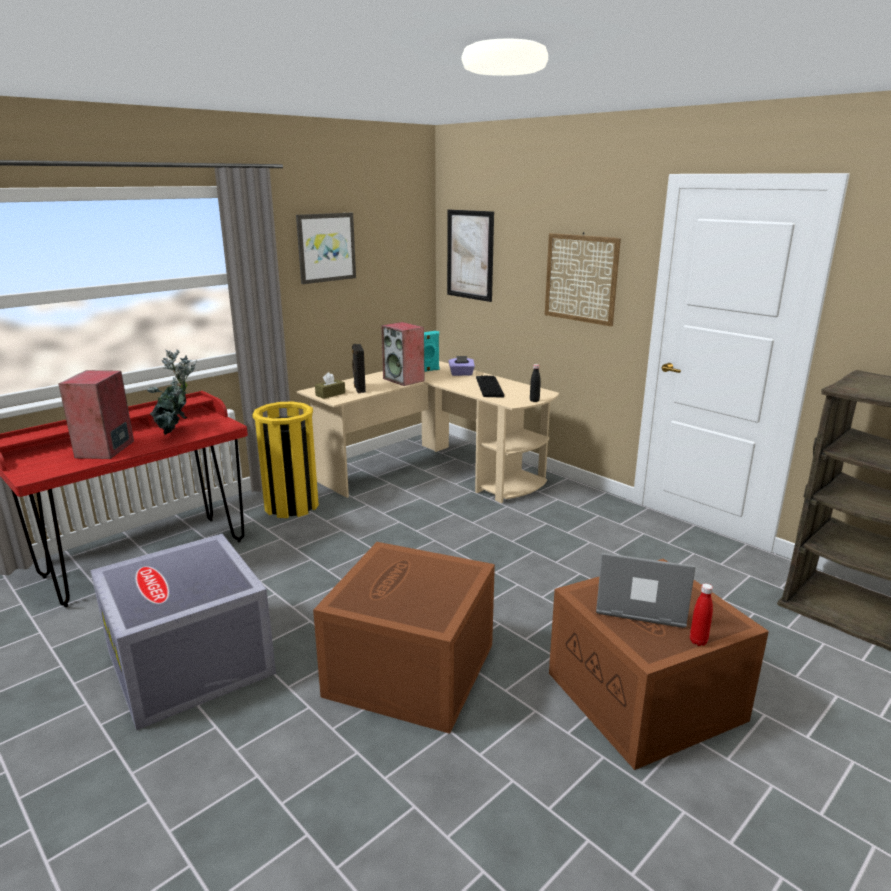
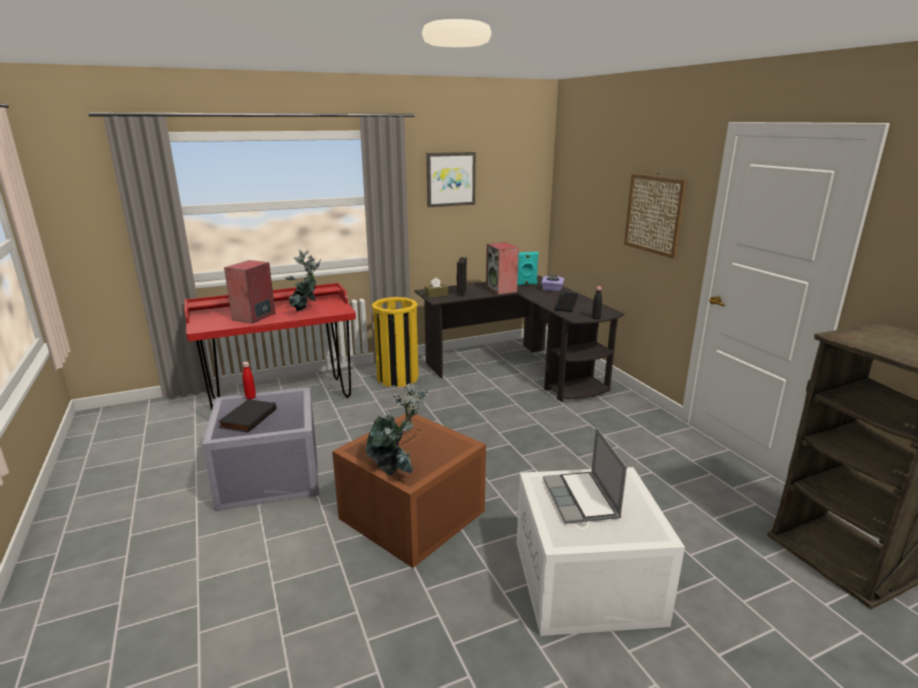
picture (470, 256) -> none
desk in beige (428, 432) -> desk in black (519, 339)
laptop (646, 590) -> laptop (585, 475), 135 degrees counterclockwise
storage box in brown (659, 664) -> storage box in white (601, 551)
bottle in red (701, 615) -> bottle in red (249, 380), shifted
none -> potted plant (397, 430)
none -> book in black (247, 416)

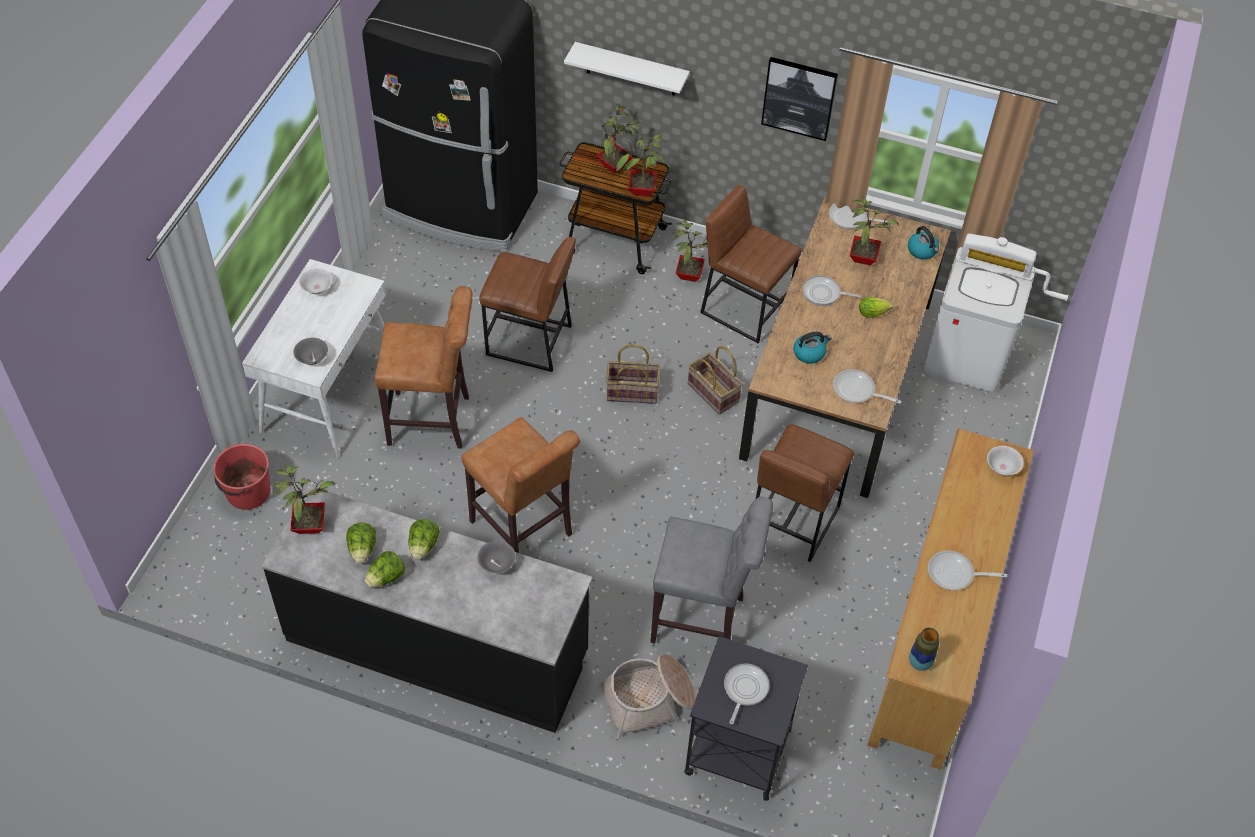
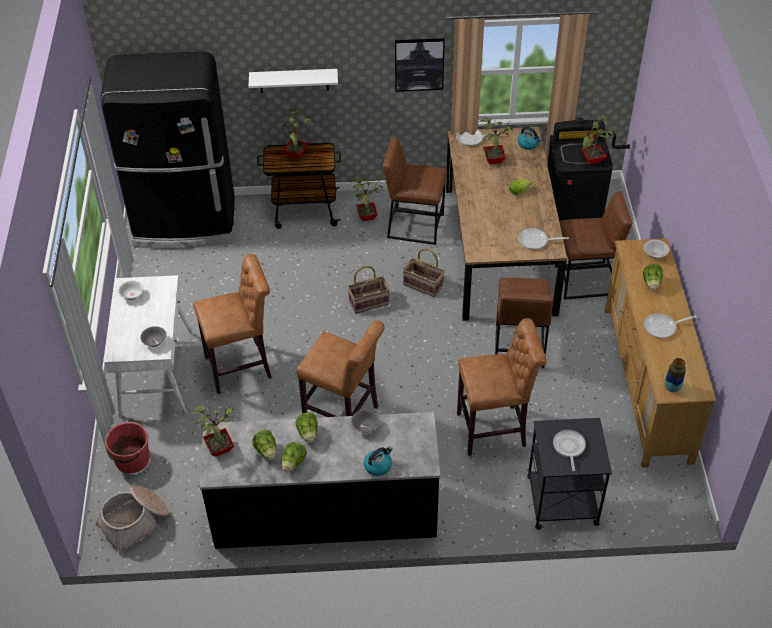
potted plant (640, 164) -> potted plant (599, 140), shifted
washing machine in white (996, 313) -> washing machine in black (588, 169)
chair in brown (527, 304) -> chair in brown (593, 245), shifted
frying pan (831, 291) -> none
kettle (812, 348) -> kettle (378, 461), shifted
stool in grey (711, 570) -> stool in brown (501, 387)
basket (648, 696) -> basket (132, 520), shifted
none -> lettuce (653, 277)

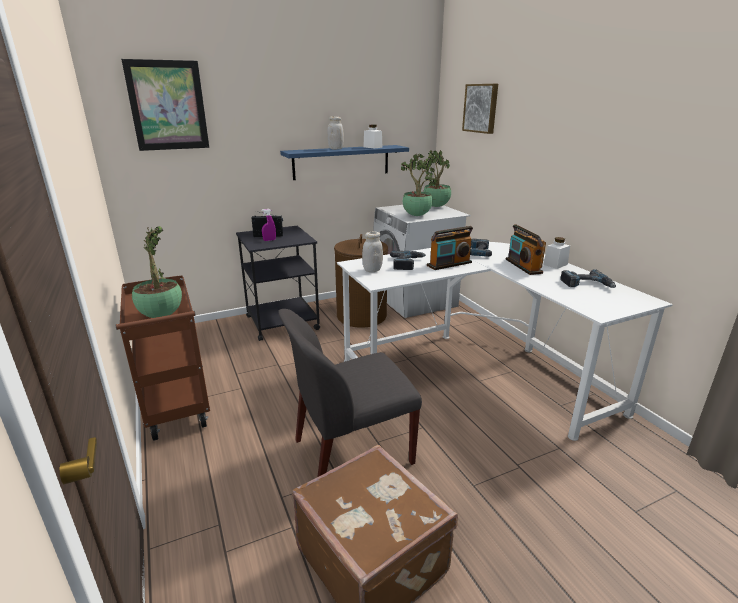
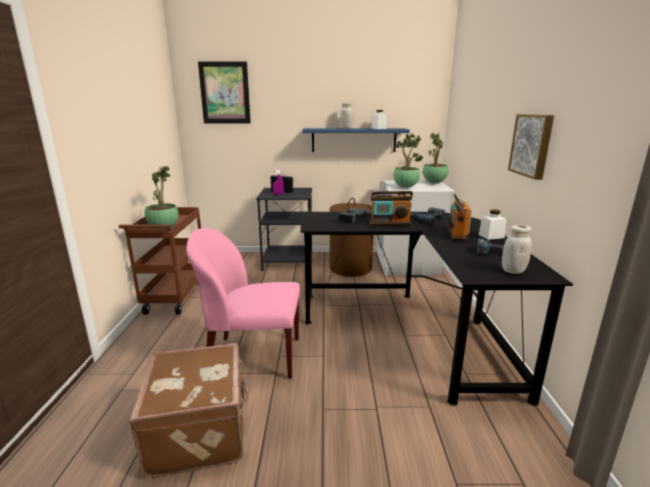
picture (480, 109) -> picture (531, 147), shifted
jar in white (372, 252) -> jar in white (517, 249), shifted
desk in white (505, 341) -> desk in black (436, 309)
chair in grey (350, 393) -> chair in pink (243, 303)

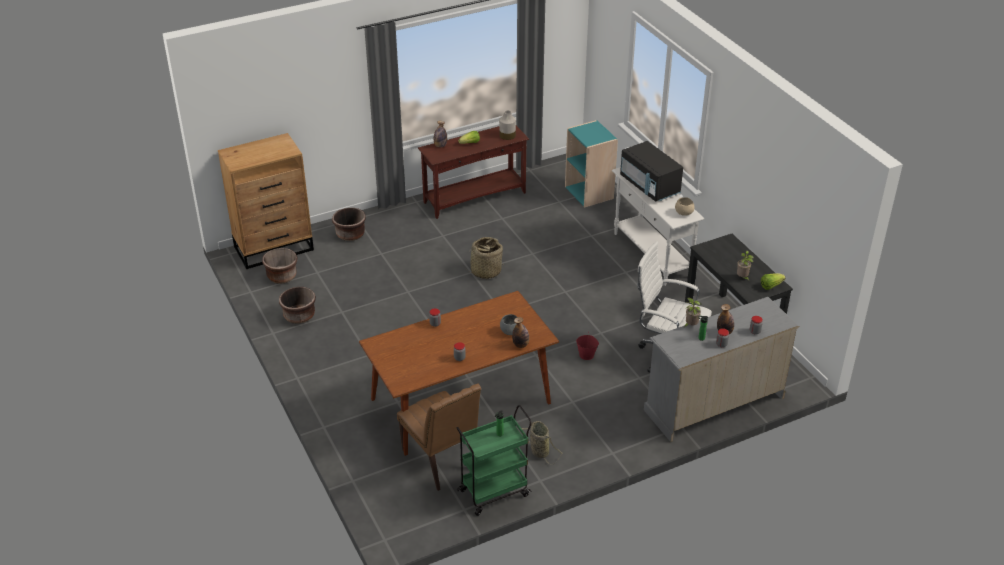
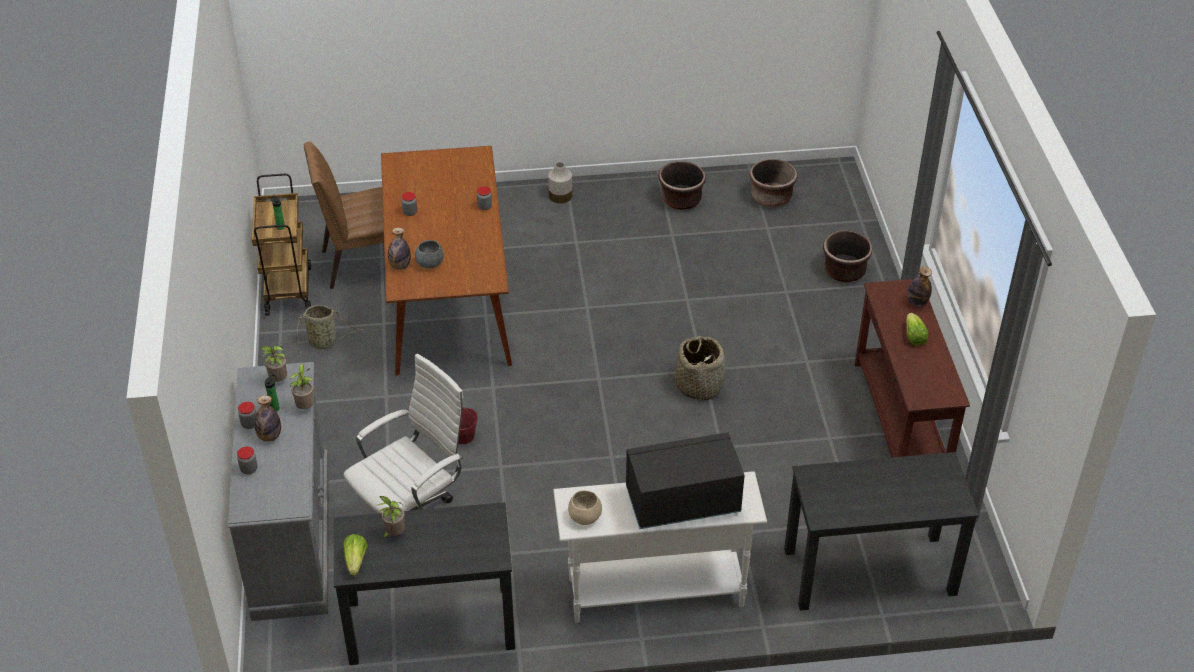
vase in beige (507, 125) -> vase in beige (560, 182), shifted
bookcase in turquoise (591, 163) -> desk in black (881, 531)
dresser in brown (266, 201) -> none
cart in green (494, 460) -> cart in brown (282, 245)
none -> potted plant (273, 364)

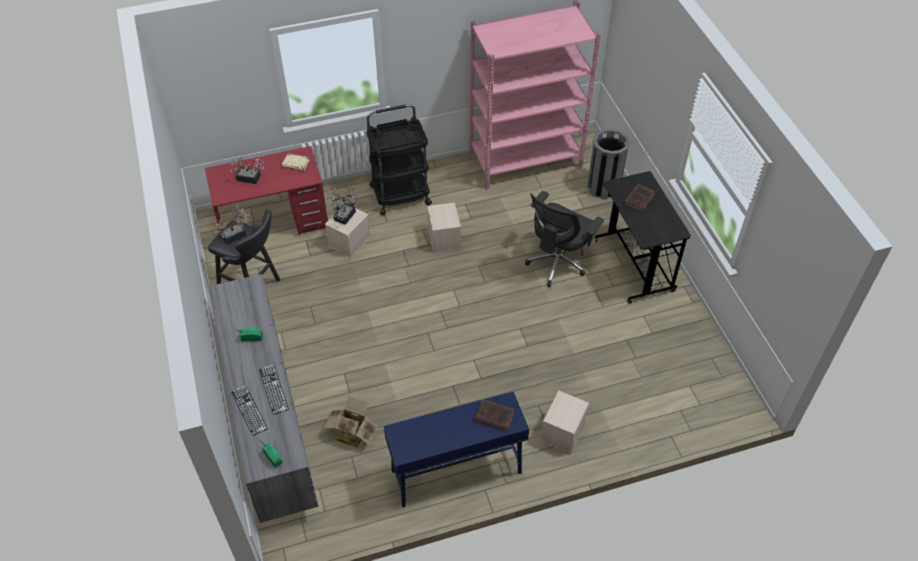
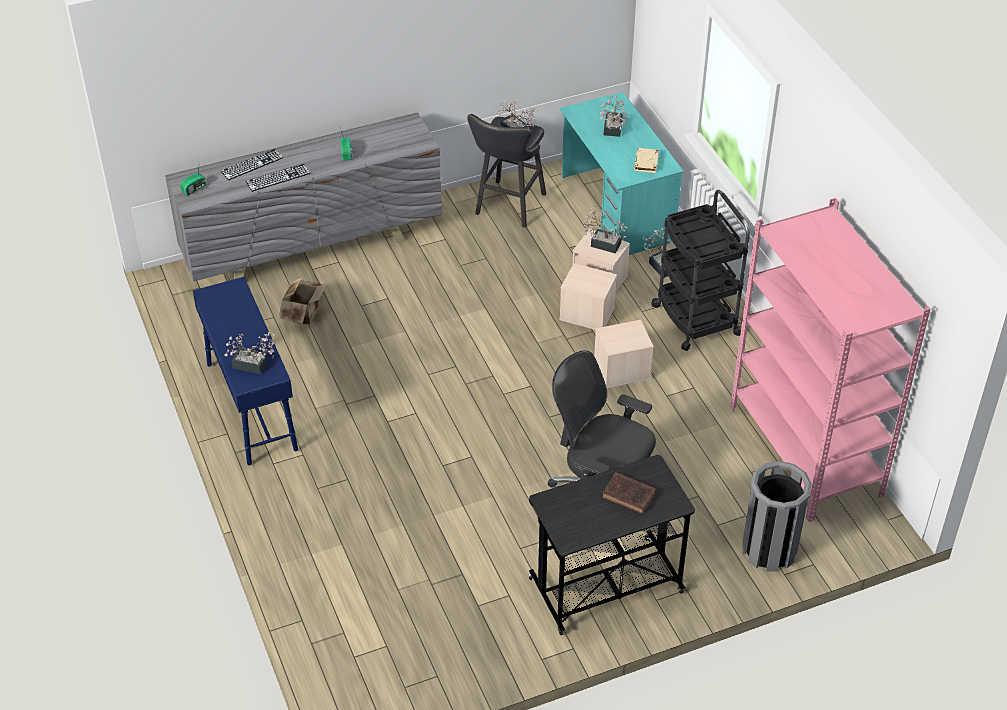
desk in red (266, 191) -> desk in turquoise (622, 173)
storage box in beige (564, 422) -> storage box in beige (588, 296), shifted
book in brown (495, 415) -> potted plant (249, 353)

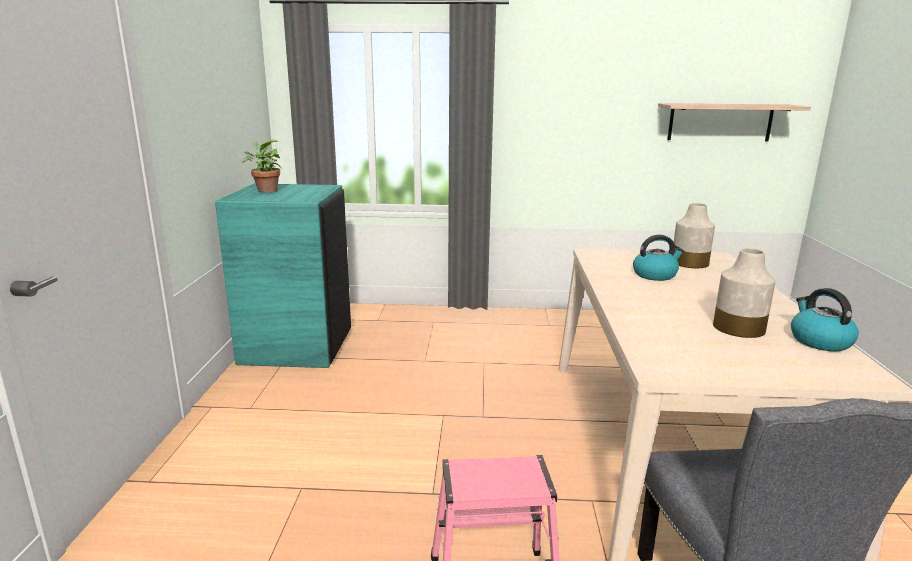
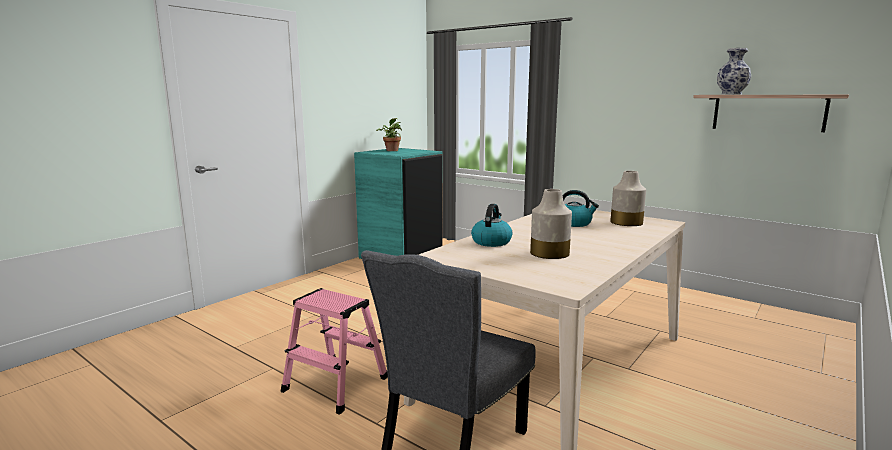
kettle (825, 319) -> kettle (492, 225), shifted
none -> vase (734, 71)

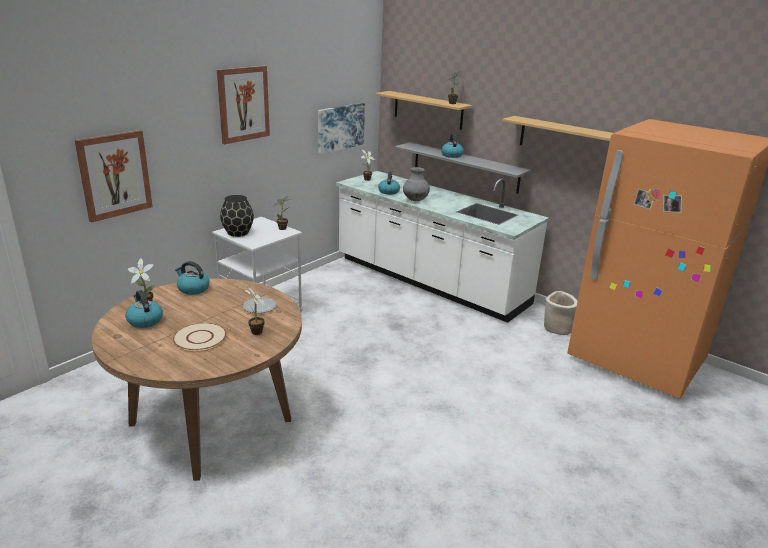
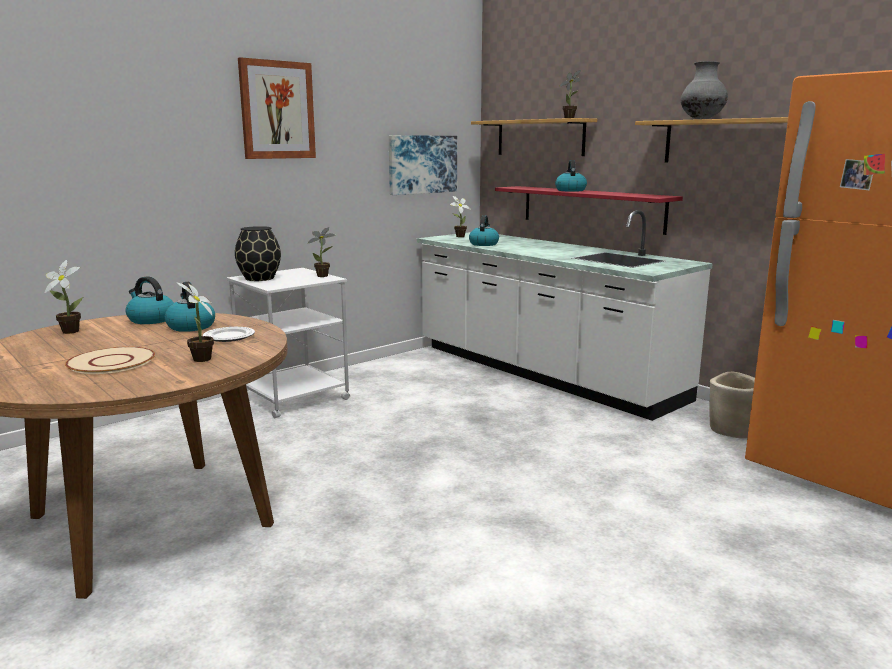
picture (113, 176) -> none
shelf in grey (463, 168) -> shelf in red (589, 210)
vase in grey (416, 184) -> vase in grey (704, 90), shifted
kettle (144, 309) -> kettle (190, 307), shifted

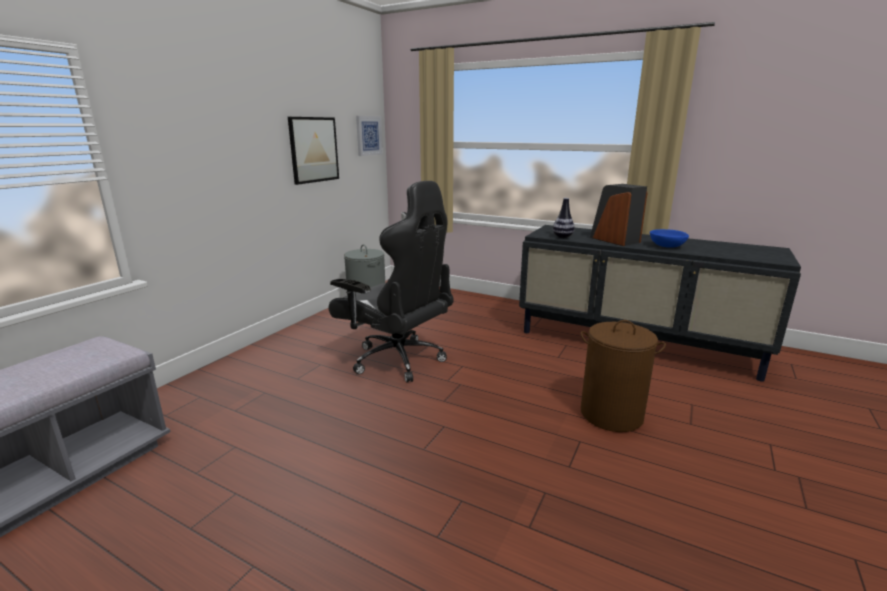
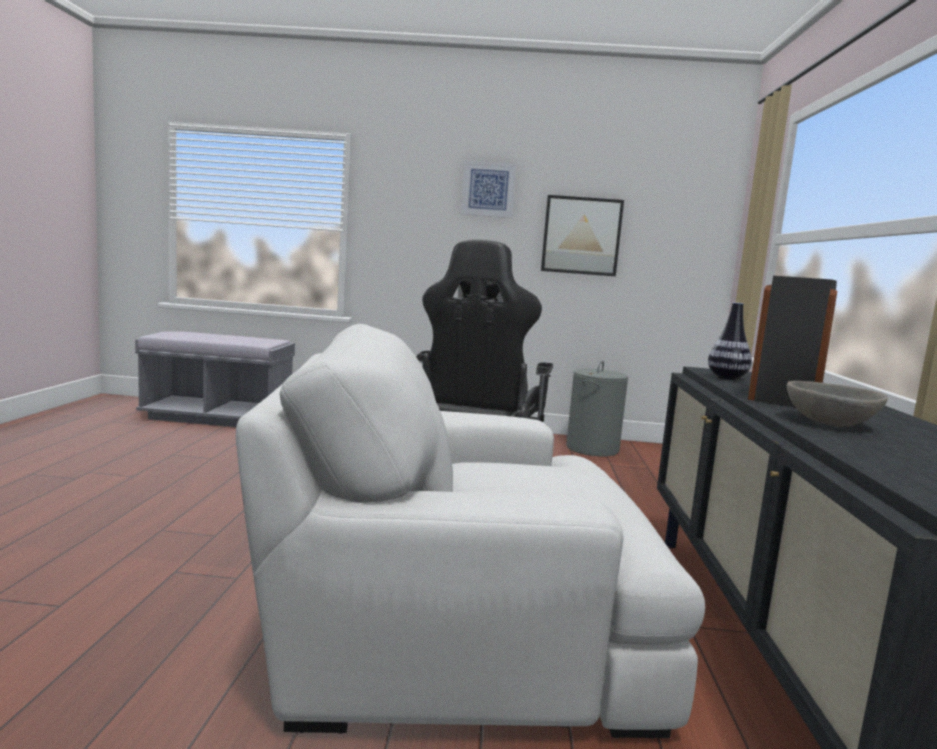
picture (369, 136) -> picture (489, 189), shifted
bowl in blue (669, 238) -> bowl in grey (837, 404)
laundry basket in brown (623, 376) -> armchair in white (470, 531)

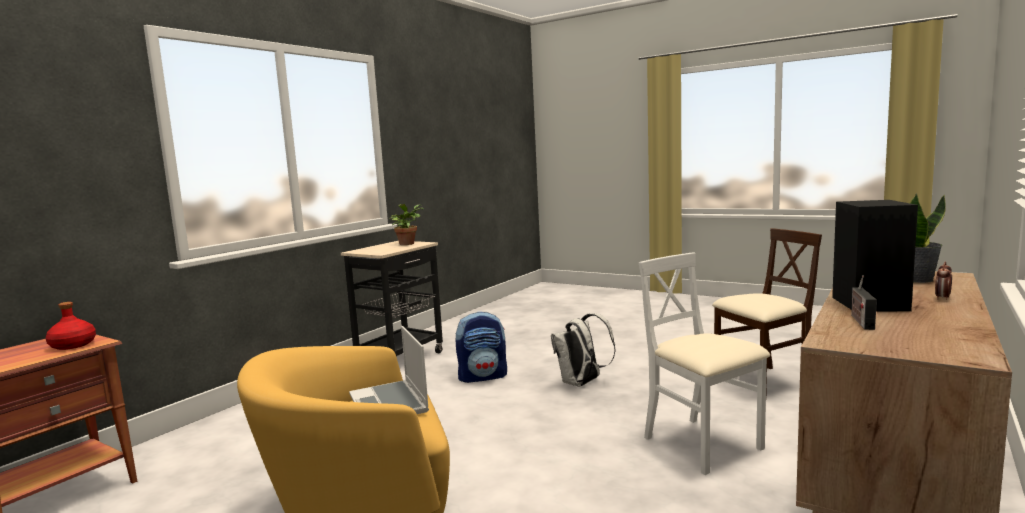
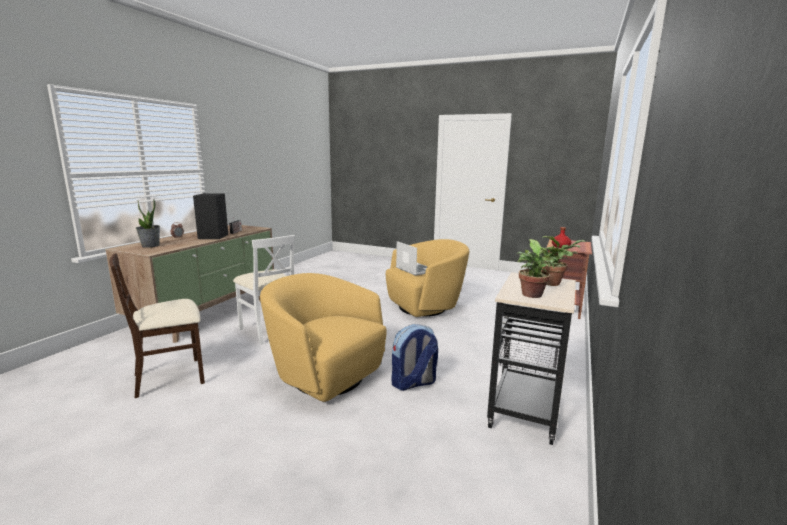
backpack in white (583, 350) -> armchair in yellow (323, 337)
none -> potted plant (559, 261)

